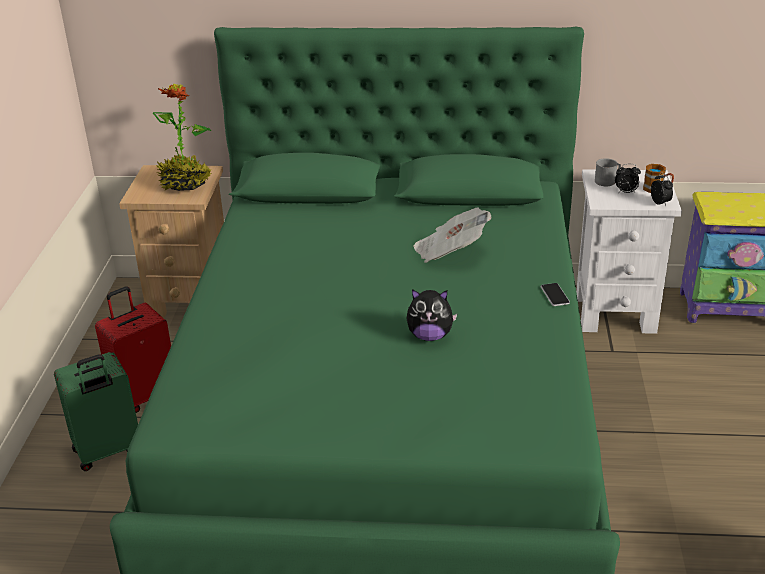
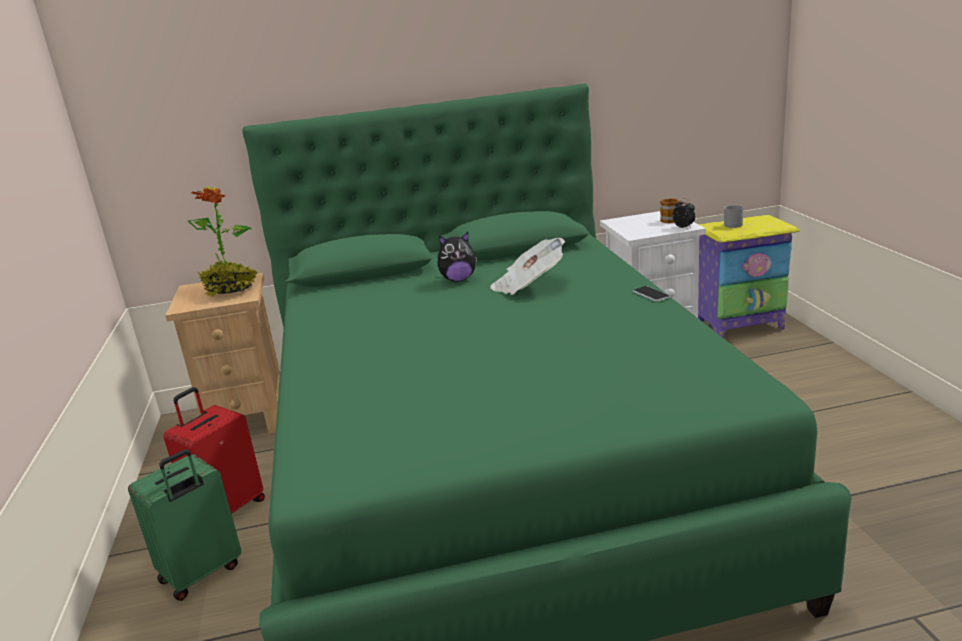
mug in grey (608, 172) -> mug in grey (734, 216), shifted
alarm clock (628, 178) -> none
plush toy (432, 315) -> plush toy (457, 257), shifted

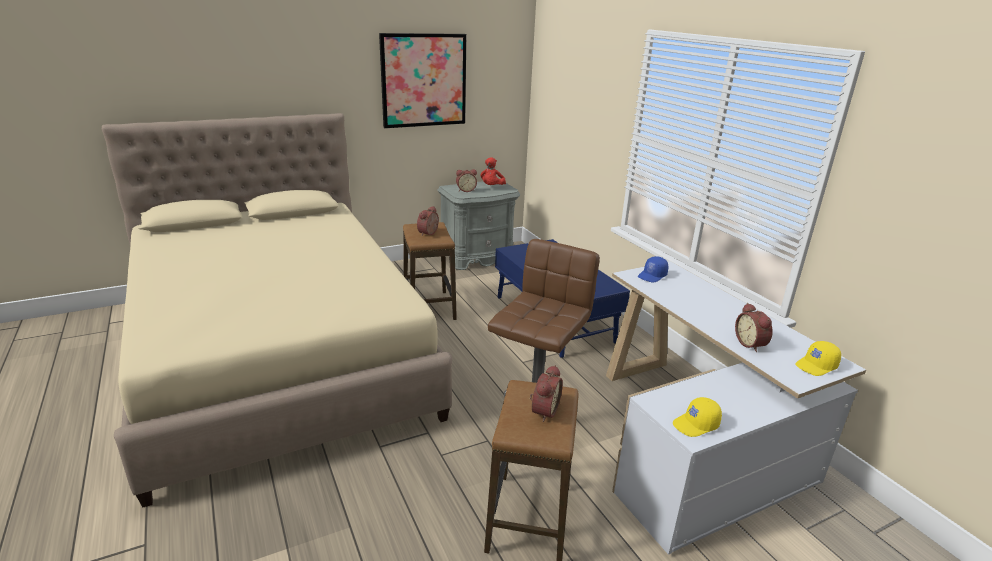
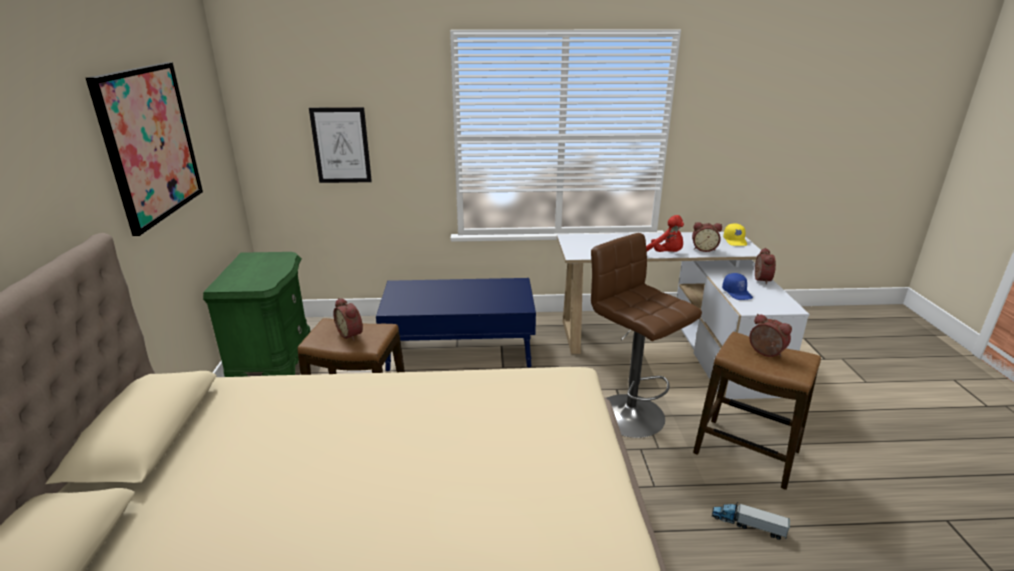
plush toy in red (493, 171) -> plush toy in red (665, 233), shifted
alarm clock (466, 180) -> alarm clock (765, 266), shifted
nightstand in grey (478, 225) -> nightstand in green (257, 314)
cap in blue (653, 269) -> cap in blue (737, 286), shifted
cap in yellow (697, 417) -> none
none -> picture (340, 145)
none -> toy truck (751, 521)

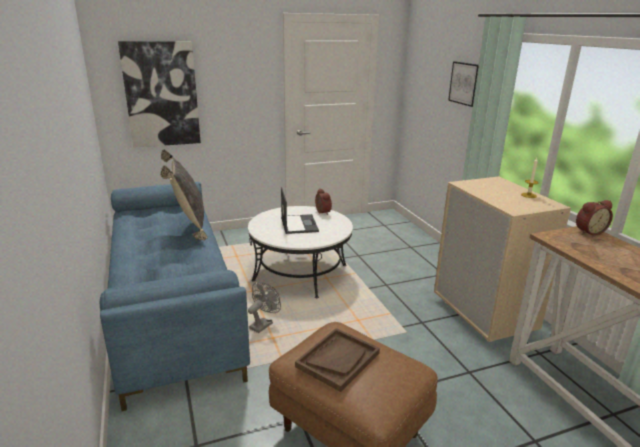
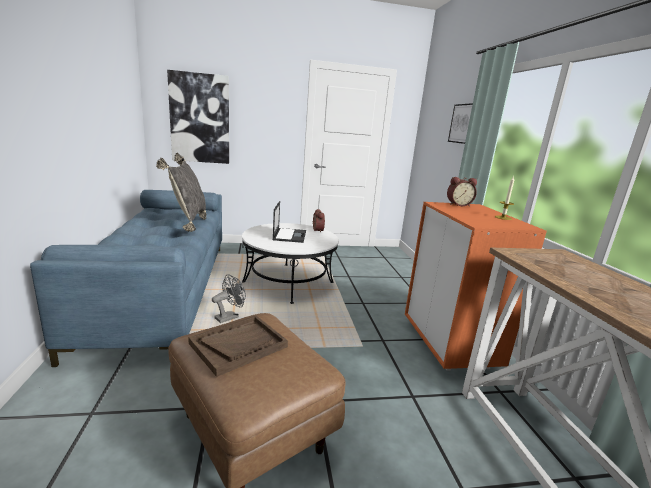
cabinet in beige (502, 259) -> cabinet in orange (476, 286)
alarm clock (594, 217) -> alarm clock (462, 191), shifted

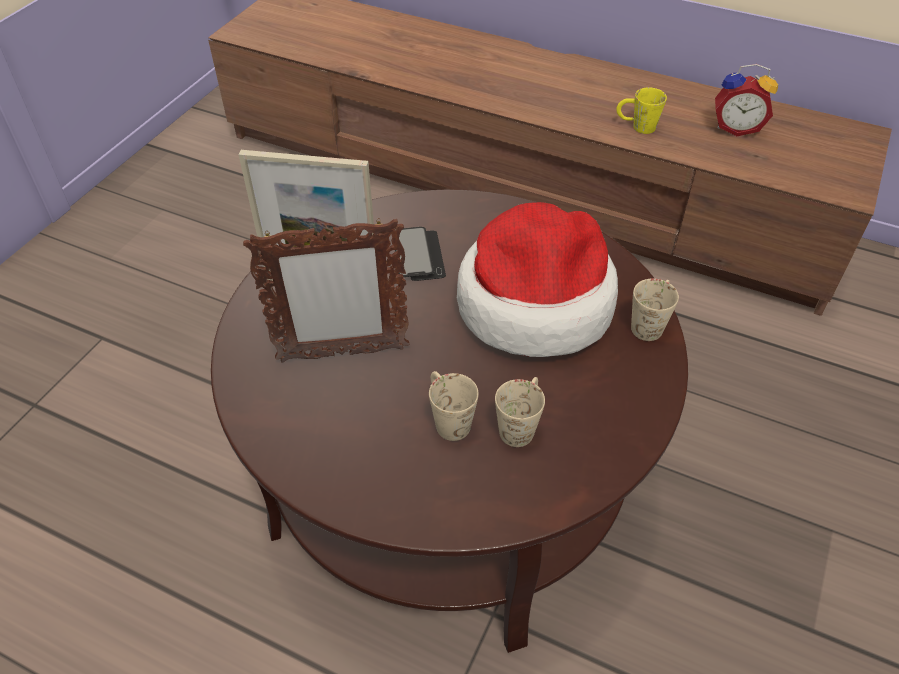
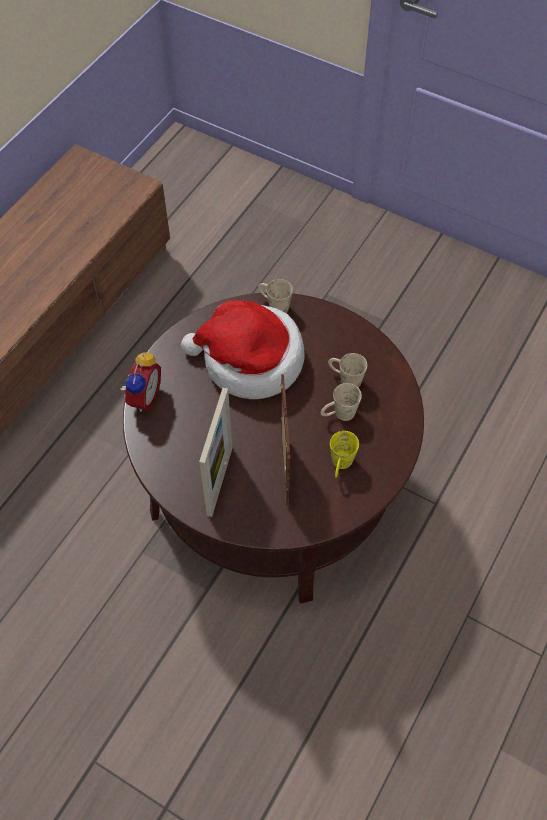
alarm clock (746, 100) -> alarm clock (140, 382), shifted
mug in yellow (641, 110) -> mug in yellow (344, 454), shifted
phone (420, 254) -> none

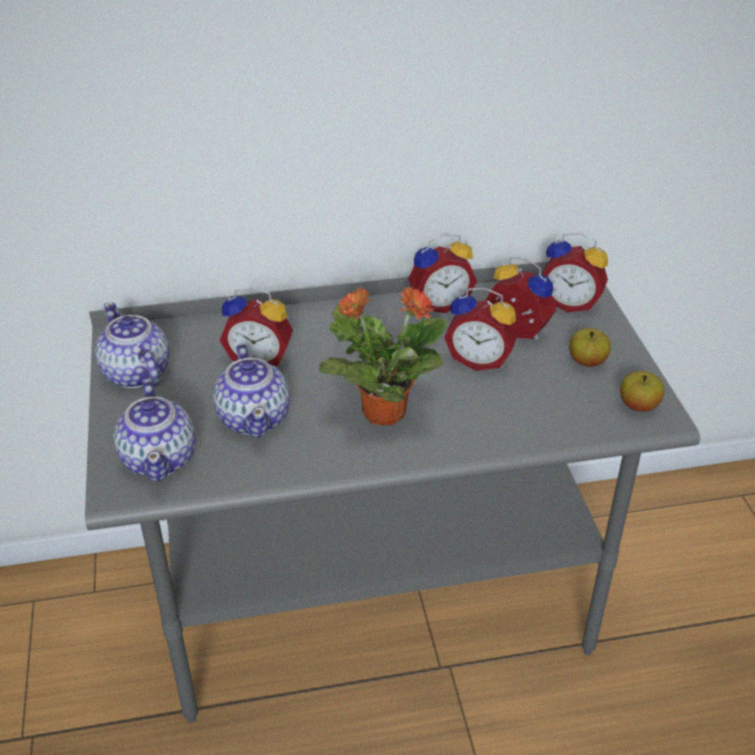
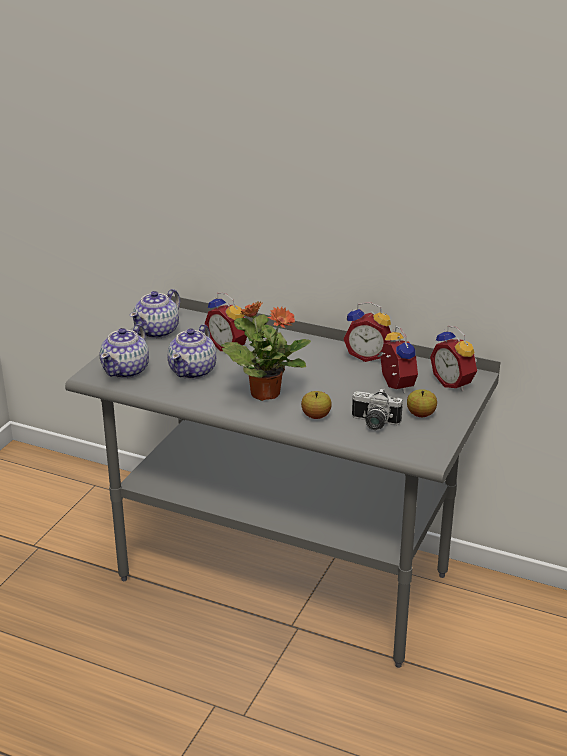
alarm clock (481, 329) -> none
teapot (132, 345) -> teapot (155, 314), 150 degrees counterclockwise
apple (642, 391) -> apple (316, 405), shifted
none -> photo camera (377, 409)

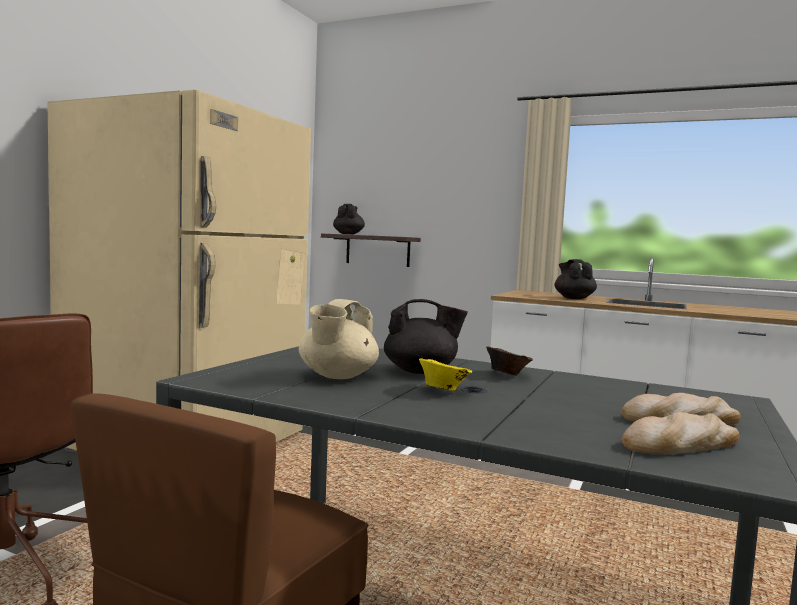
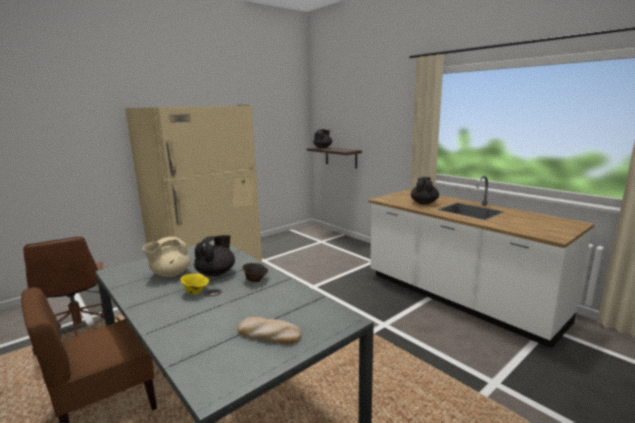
teapot in black (426, 336) -> teapot in black (214, 256), 90 degrees counterclockwise
bread (681, 433) -> none

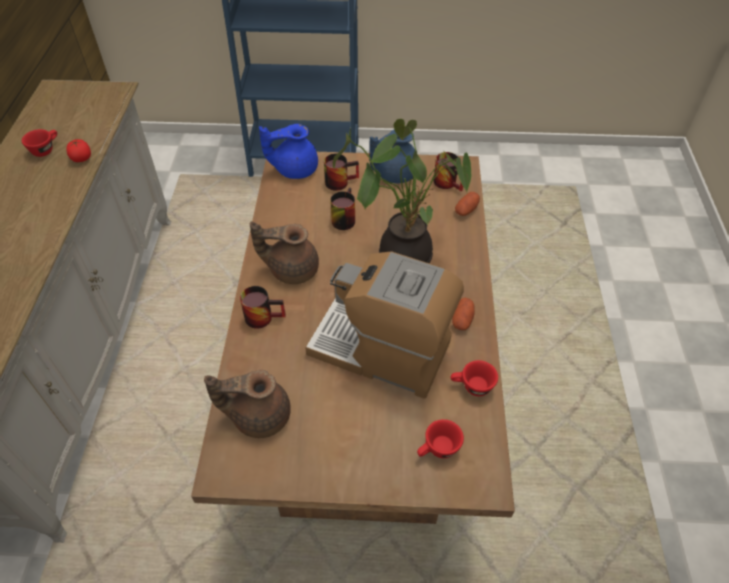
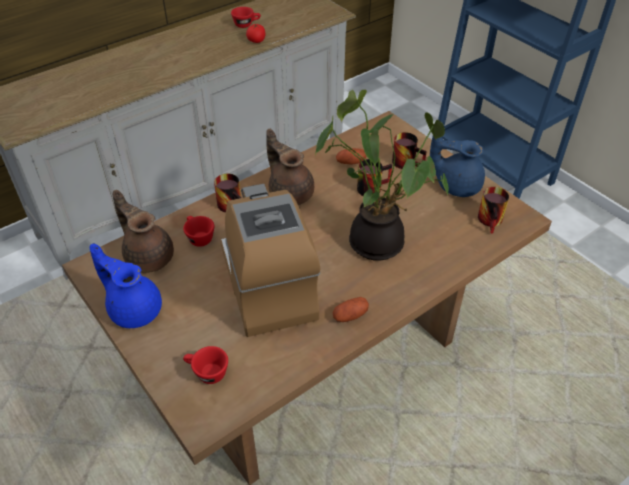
teapot in blue (288, 151) -> teapot in blue (126, 285), shifted
potato (467, 204) -> potato (351, 156), shifted
cup in red (474, 378) -> cup in red (198, 231), shifted

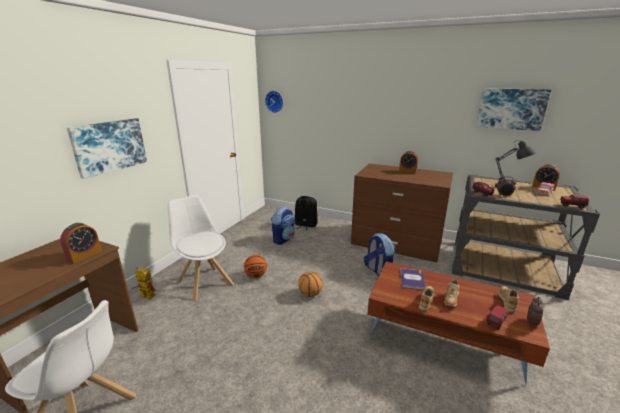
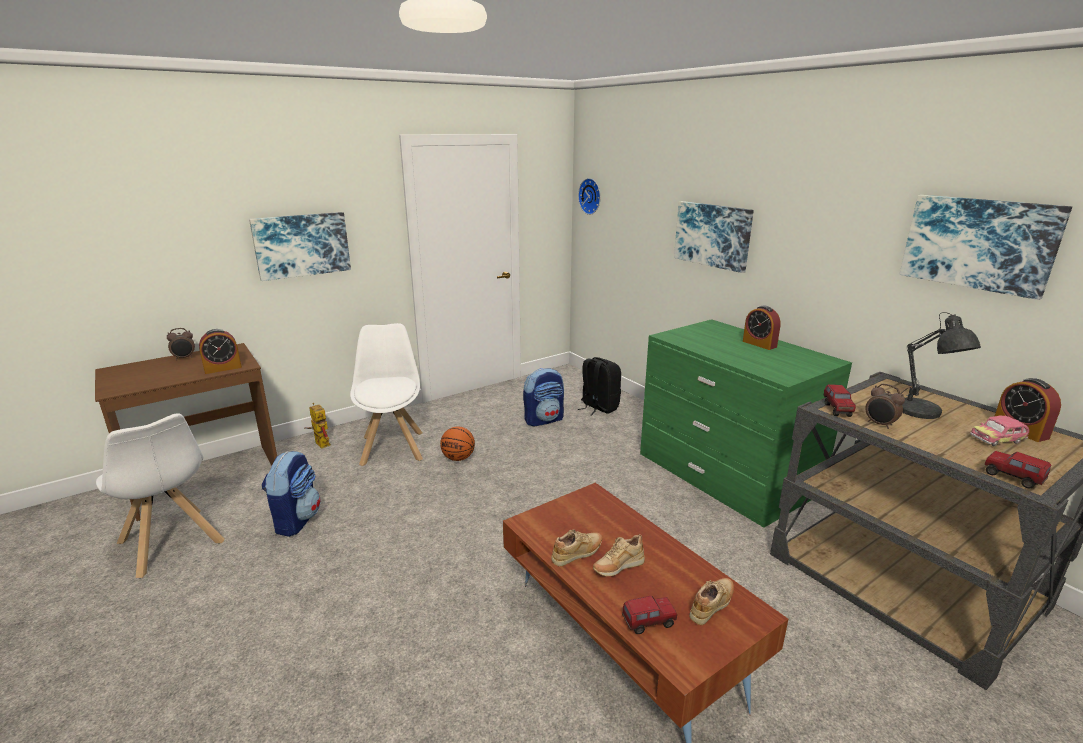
dresser in brown (402, 212) -> dresser in green (746, 423)
backpack (379, 254) -> backpack (291, 494), shifted
book (413, 279) -> none
basketball (310, 284) -> none
alarm clock (535, 312) -> alarm clock (181, 344), shifted
none -> picture (714, 237)

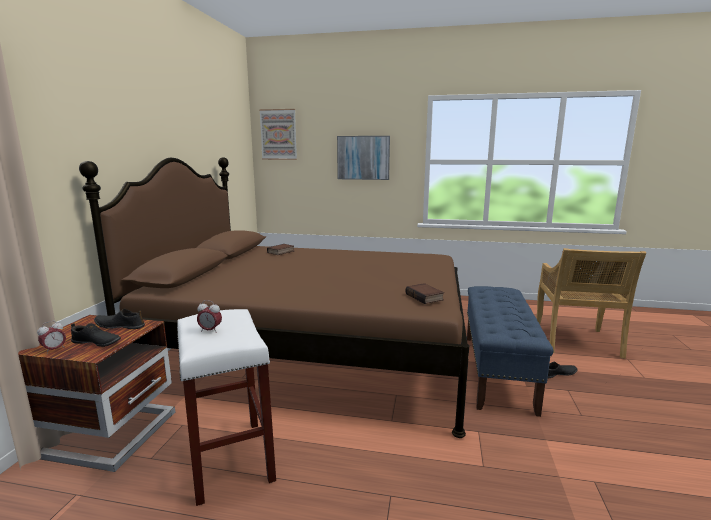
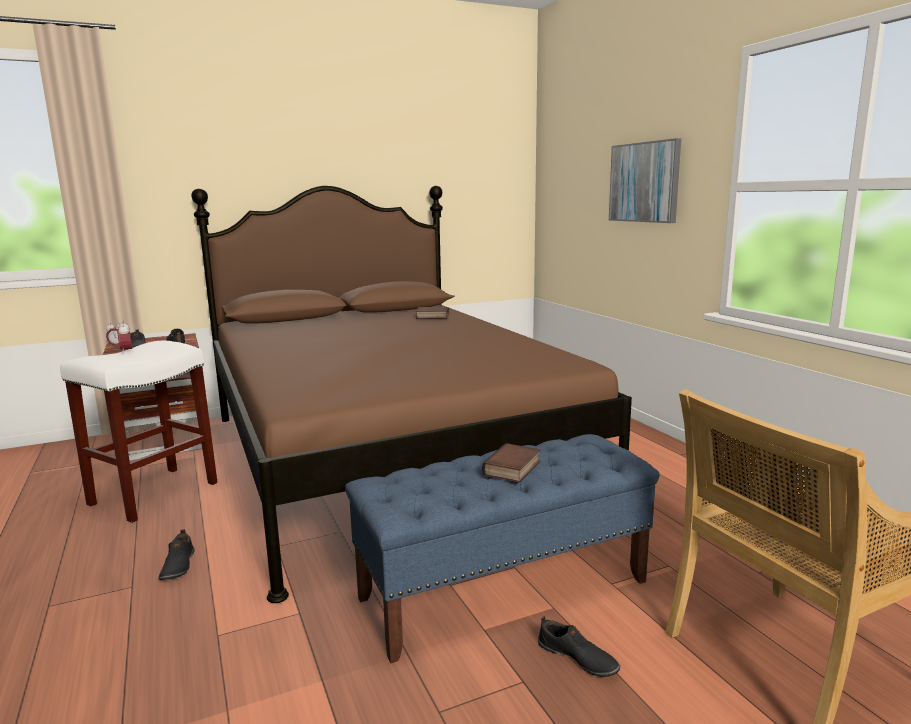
picture (278, 134) -> none
book (425, 293) -> book (511, 463), shifted
none -> shoe in black (176, 554)

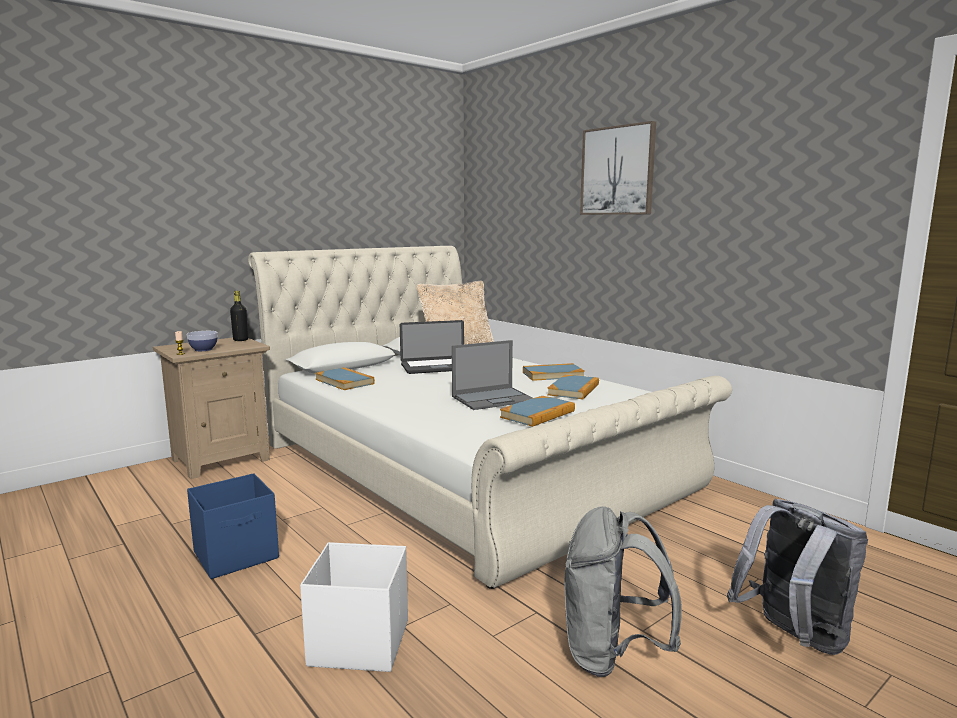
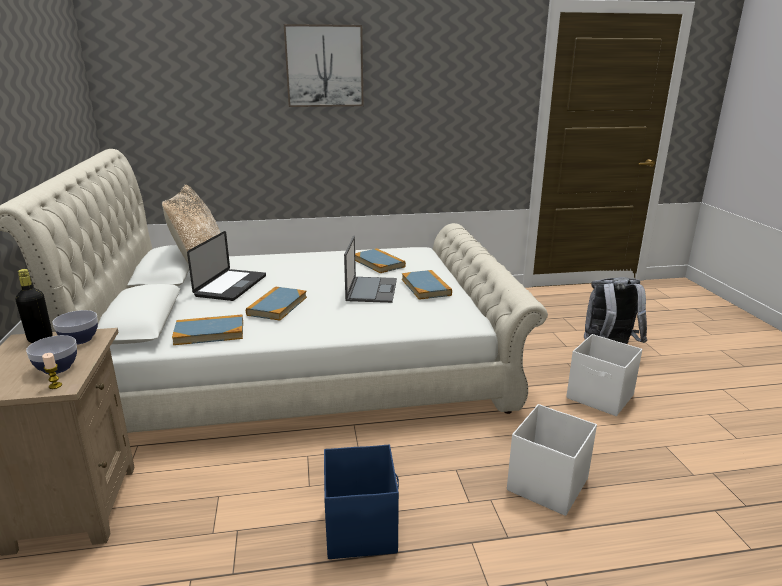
book (554, 372) -> book (276, 303), shifted
backpack in grey (623, 591) -> storage box in white (604, 375)
none -> bowl (75, 327)

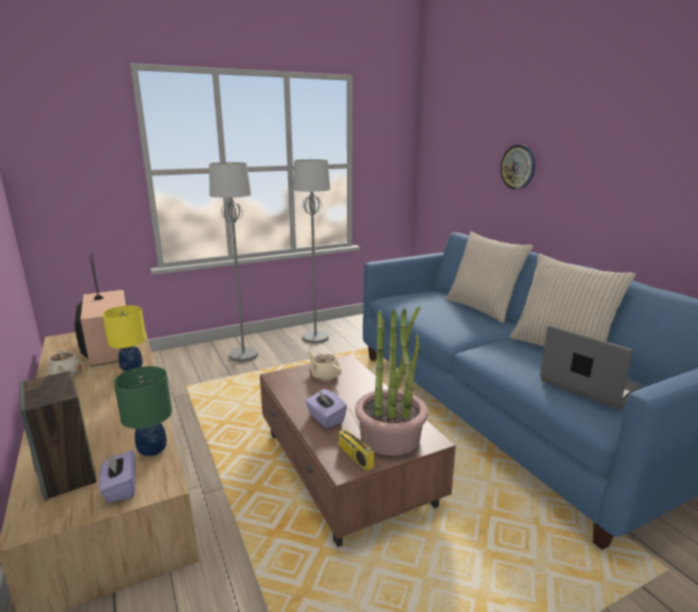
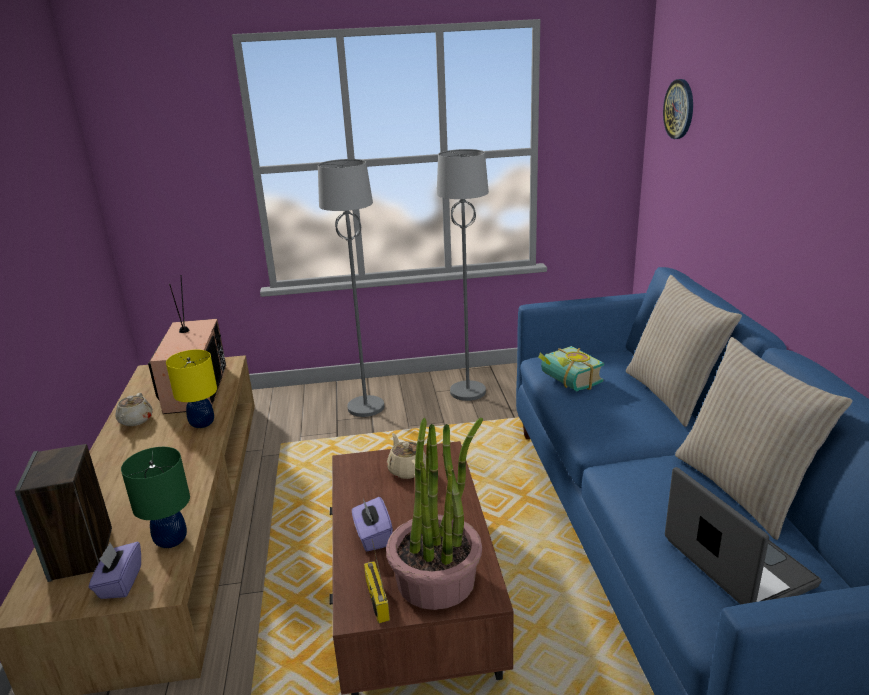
wall clock (517, 167) -> wall clock (678, 109), shifted
none -> book (571, 368)

